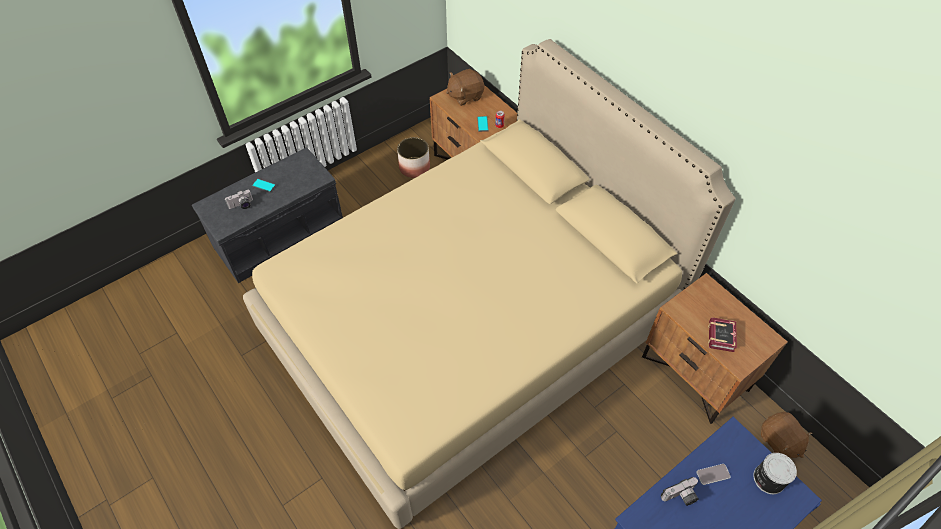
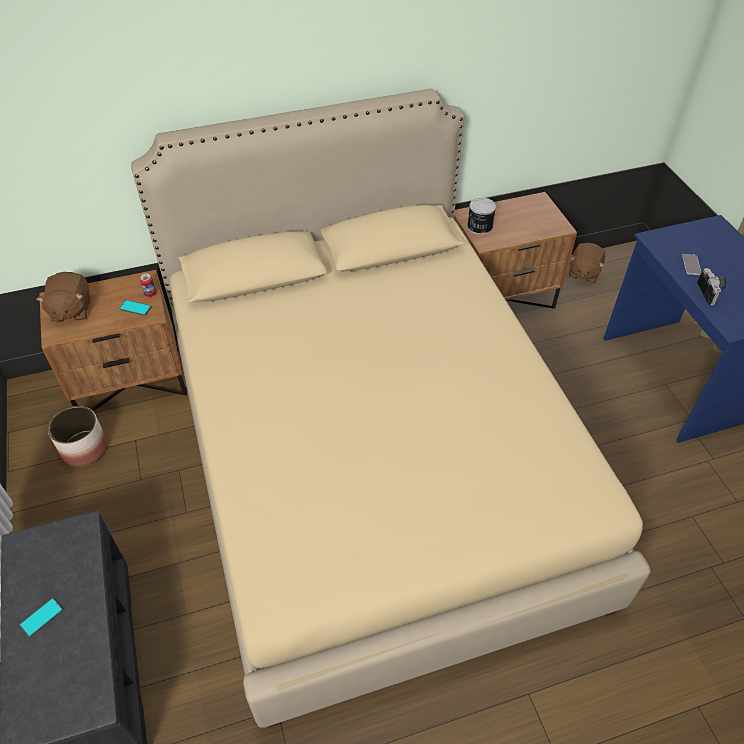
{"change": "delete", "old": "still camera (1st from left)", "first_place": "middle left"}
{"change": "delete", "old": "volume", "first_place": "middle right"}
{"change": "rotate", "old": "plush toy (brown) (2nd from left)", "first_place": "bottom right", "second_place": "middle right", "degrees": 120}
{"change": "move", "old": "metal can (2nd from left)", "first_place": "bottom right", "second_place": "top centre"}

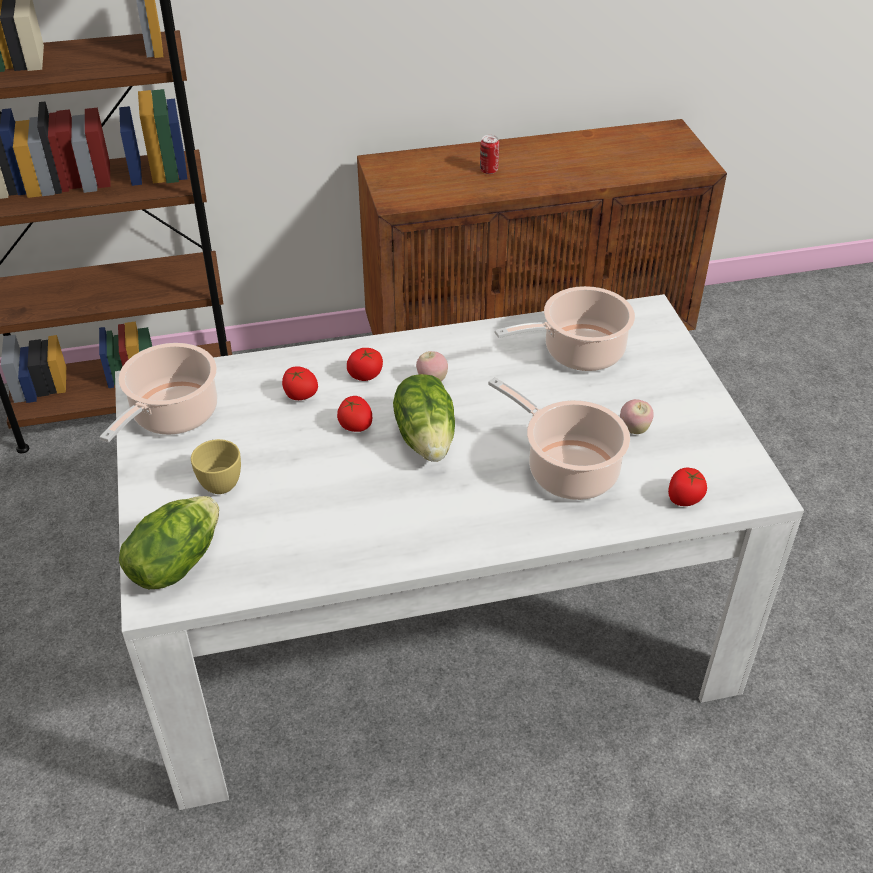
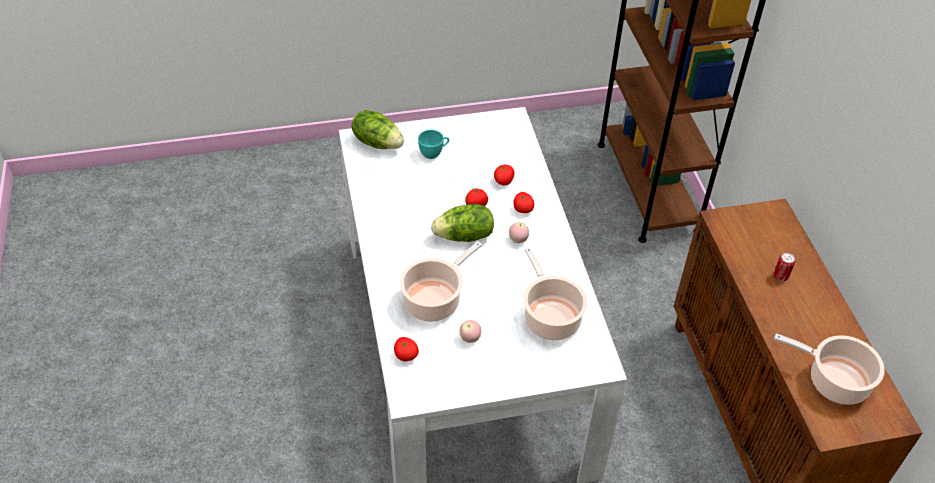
{"change": "move", "old": "stockpot (1st from left in the first image)", "new": "stockpot (3rd from left)", "first_place": "middle left", "second_place": "bottom right"}
{"change": "recolor", "old": "cup (yellow)", "new": "cup (turquoise)", "first_place": "middle left", "second_place": "top centre"}

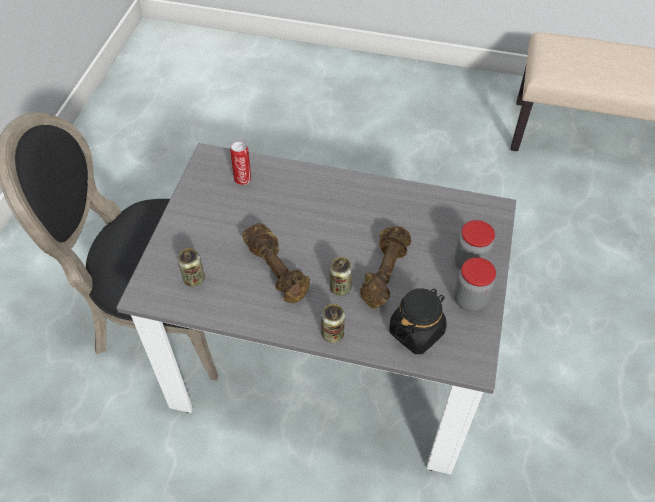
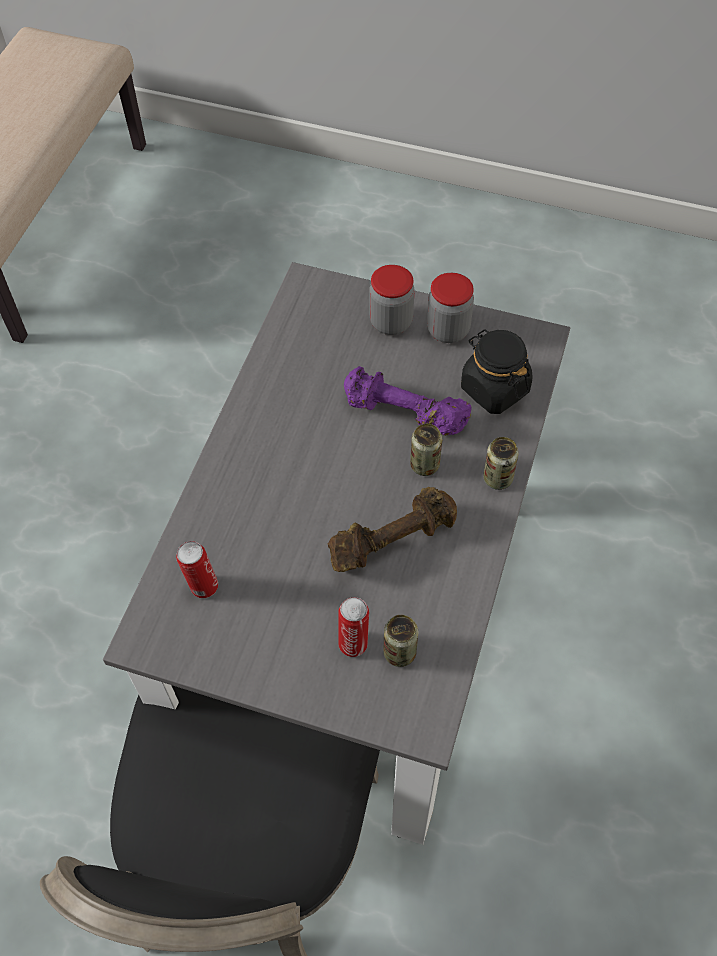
{"change": "recolor", "old": "hand weight (brown) (2nd from left)", "new": "hand weight (purplish)", "first_place": "centre", "second_place": "centre"}
{"change": "insert", "new": "metal can (2nd from left)", "second_place": "centre"}

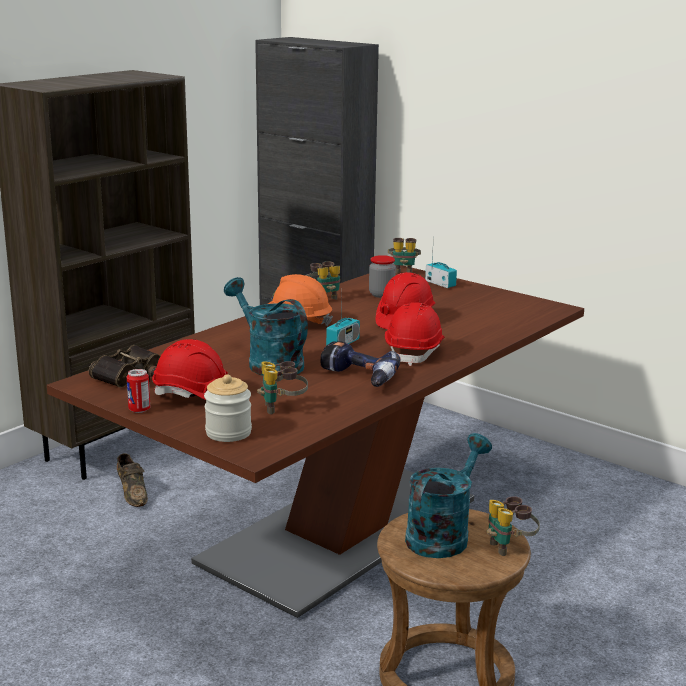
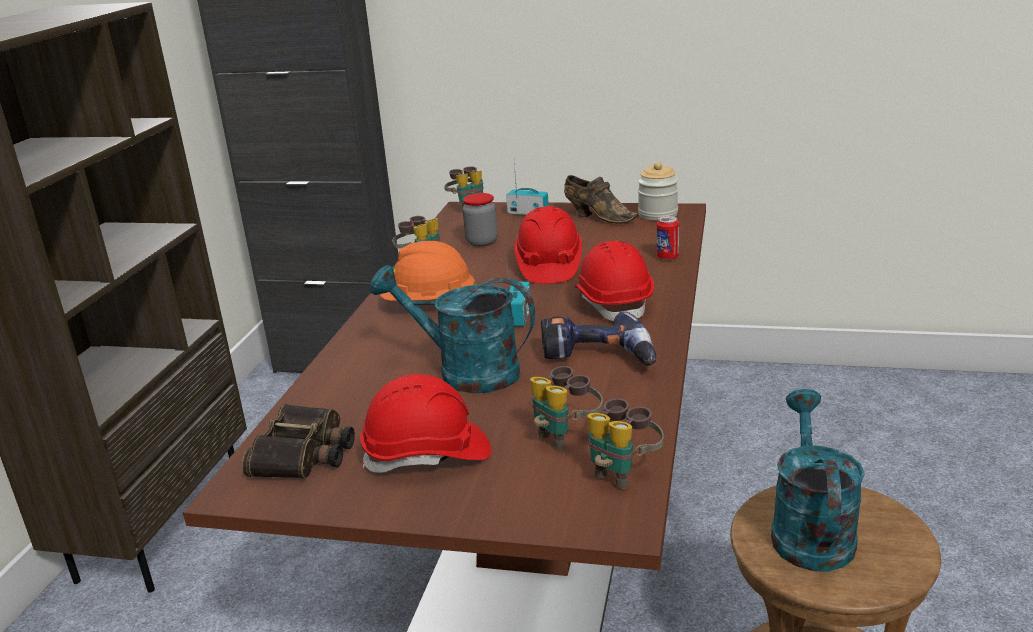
{"change": "move", "old": "metal can", "first_place": "middle left", "second_place": "centre"}
{"change": "move", "old": "preserve jar (1st from left in the first image)", "new": "preserve jar (2nd from left)", "first_place": "middle left", "second_place": "top centre"}
{"change": "move", "old": "shoe (brown)", "first_place": "bottom left", "second_place": "top centre"}
{"change": "move", "old": "field glasses (5th from left)", "first_place": "bottom right", "second_place": "bottom centre"}

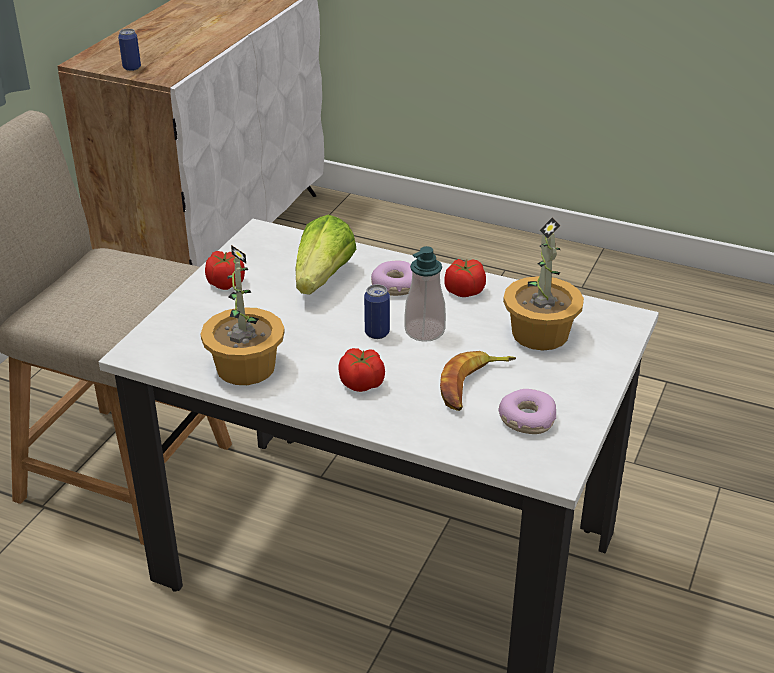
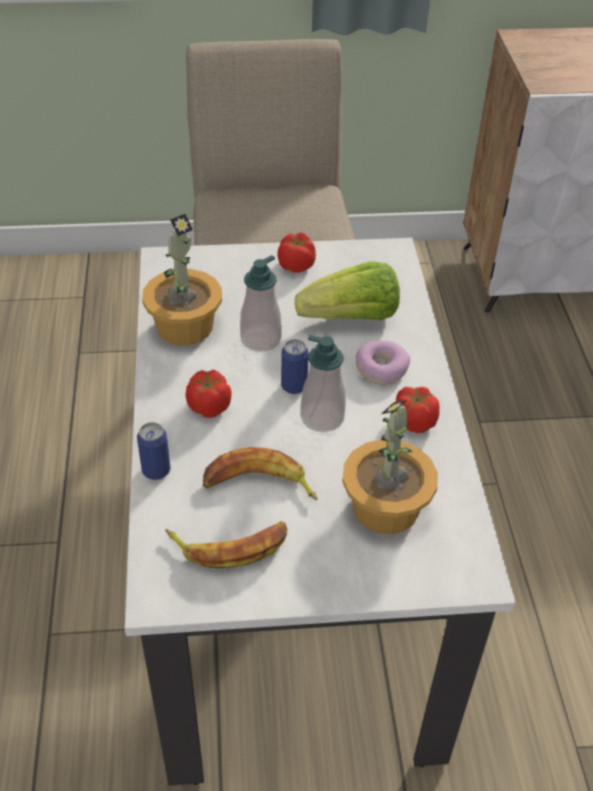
{"change": "move", "old": "metal can (1st from left)", "first_place": "top left", "second_place": "middle left"}
{"change": "replace", "old": "donut (2nd from left)", "new": "banana fruit (1st from left)", "first_place": "middle right", "second_place": "bottom centre"}
{"change": "insert", "new": "liquid soap bottle (1st from left)", "second_place": "centre"}

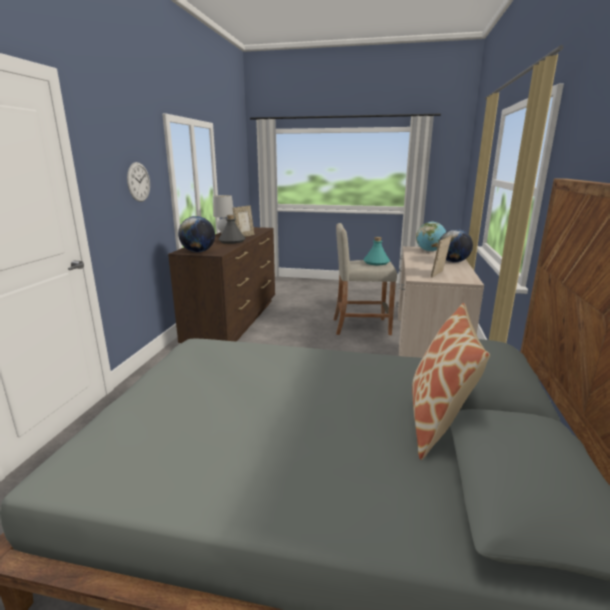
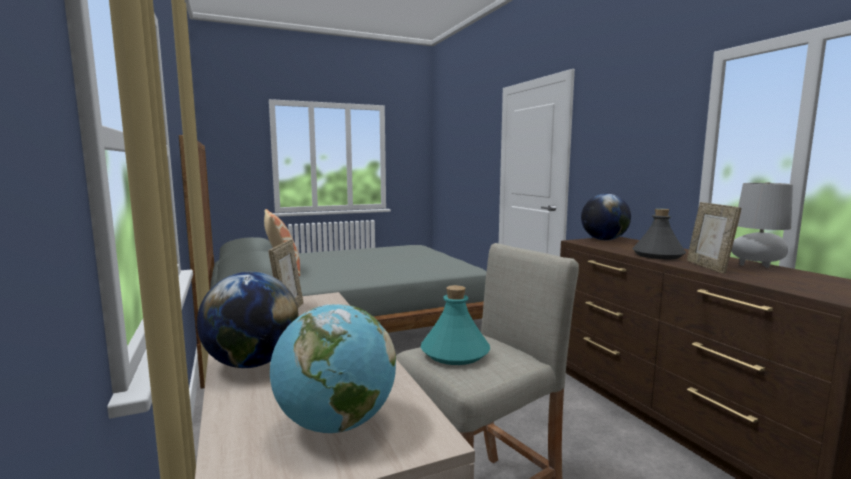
{"change": "delete", "old": "wall clock", "first_place": "top left"}

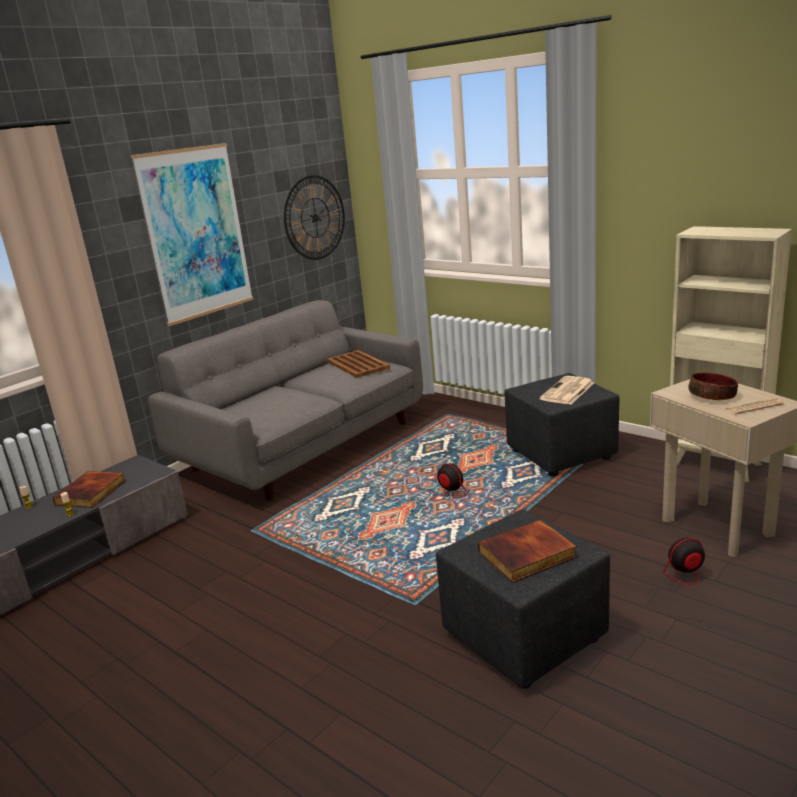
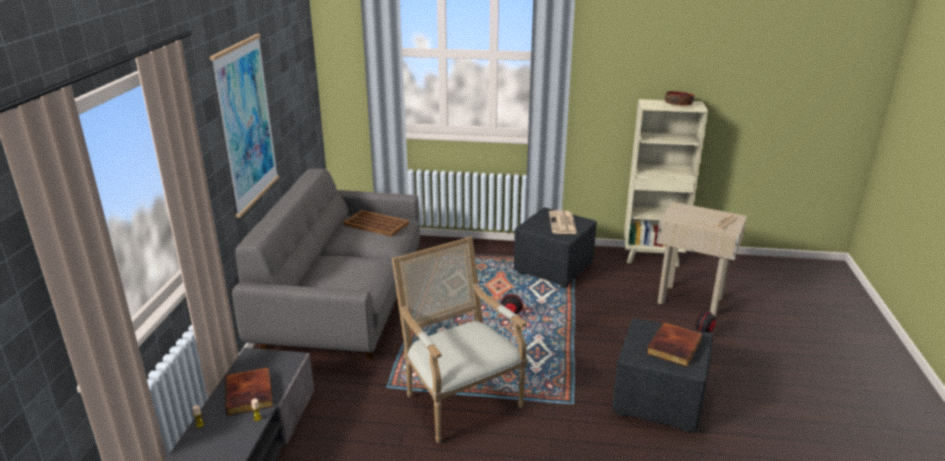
{"change": "delete", "old": "wall clock", "first_place": "top centre"}
{"change": "move", "old": "bowl", "first_place": "middle right", "second_place": "top right"}
{"change": "insert", "new": "easy chair", "second_place": "bottom centre"}

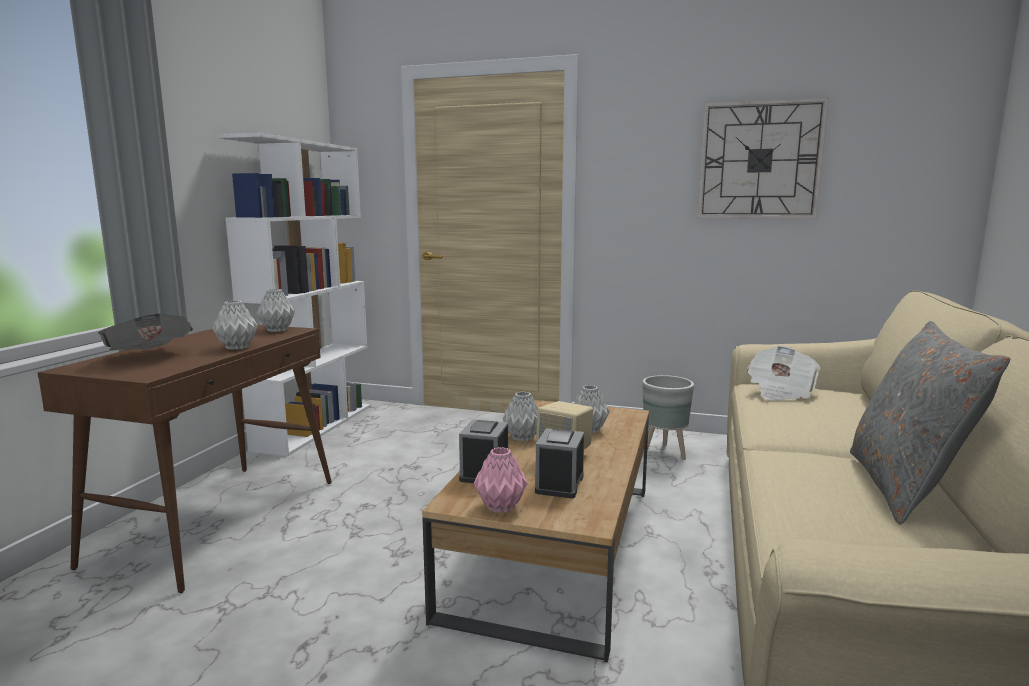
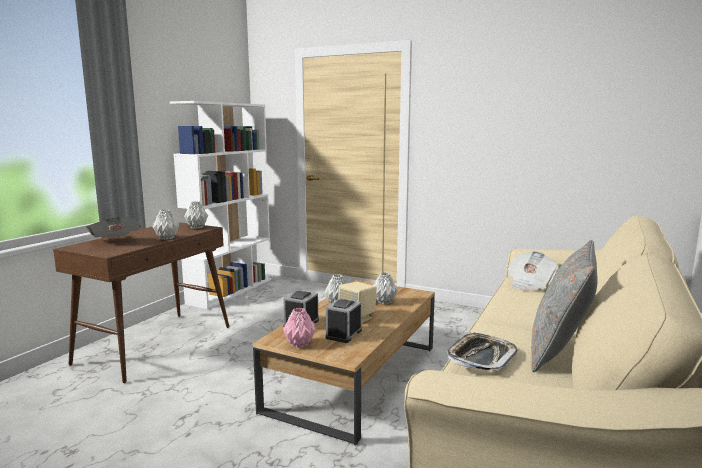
{"change": "delete", "old": "wall clock", "first_place": "top right"}
{"change": "delete", "old": "planter (greyish)", "first_place": "centre"}
{"change": "insert", "new": "tray", "second_place": "bottom right"}

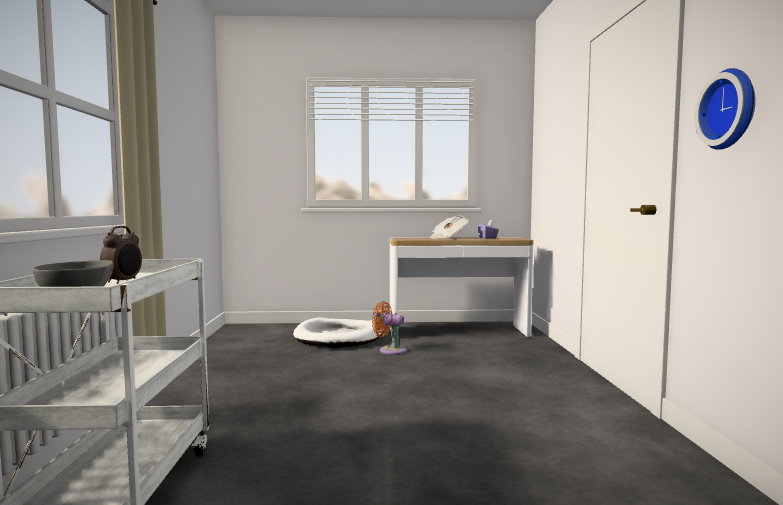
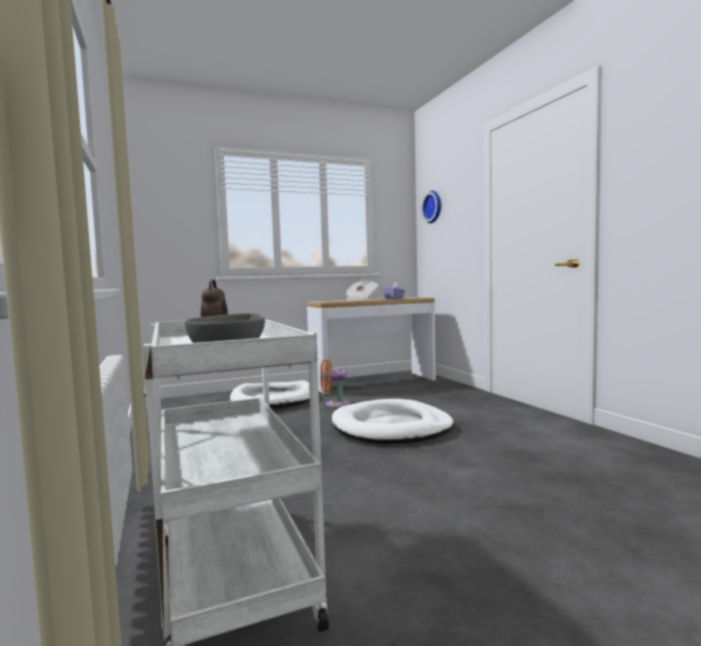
{"change": "move", "old": "wall clock", "first_place": "top right", "second_place": "top centre"}
{"change": "insert", "new": "dog cushion (white-coloured) (2nd from left)", "second_place": "centre"}

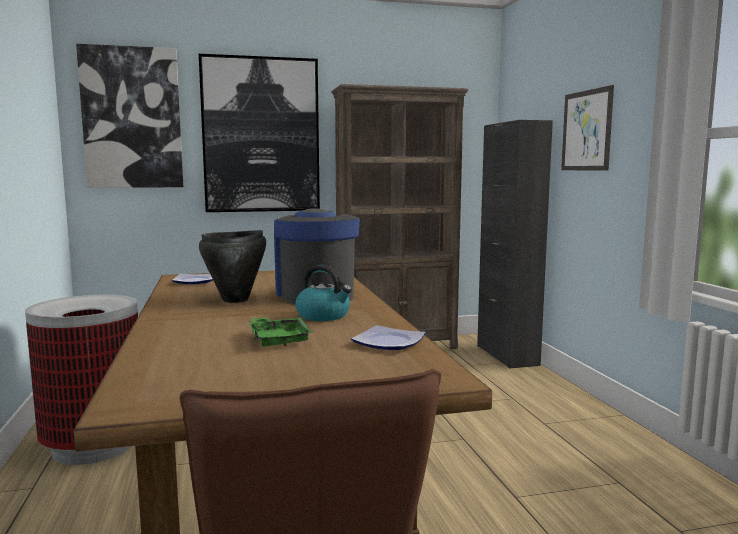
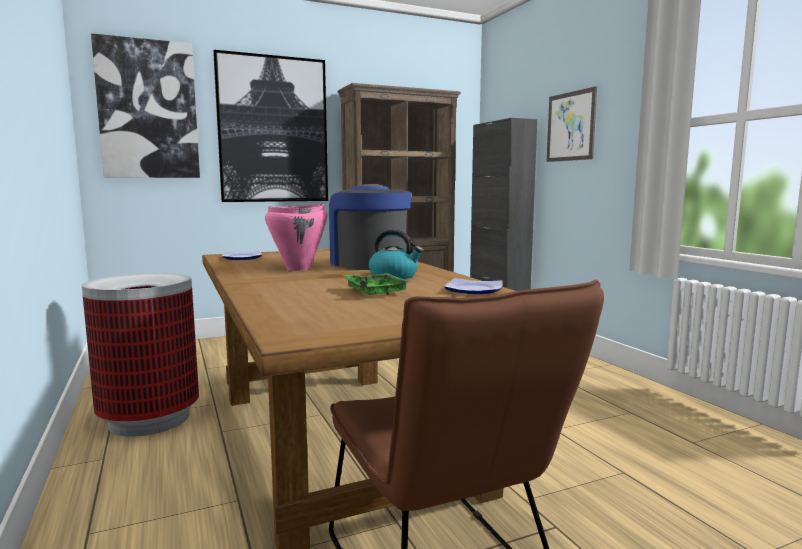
{"change": "recolor", "old": "stockpot (black-coloured)", "new": "stockpot (pinkish)", "first_place": "middle left", "second_place": "centre"}

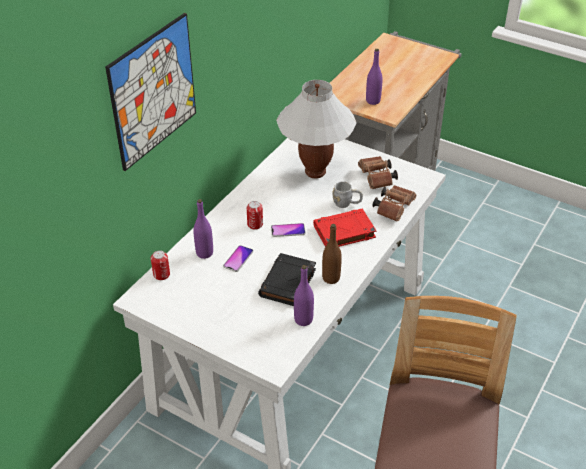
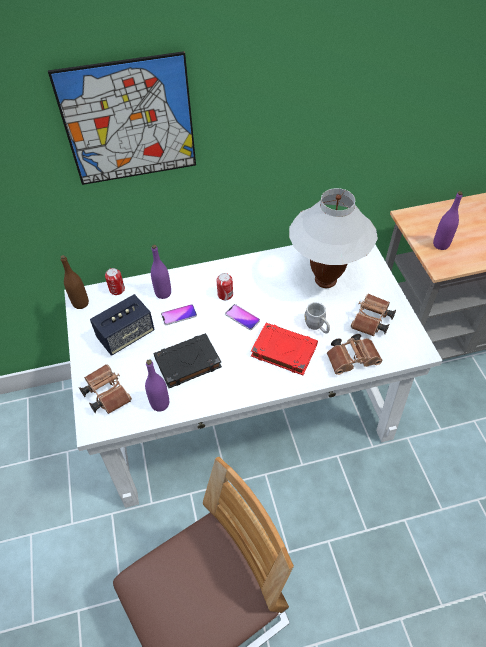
{"change": "move", "old": "drink bottle (brown)", "first_place": "centre", "second_place": "middle left"}
{"change": "insert", "new": "speaker", "second_place": "middle left"}
{"change": "insert", "new": "field glasses (brown) (1st from left)", "second_place": "middle left"}

